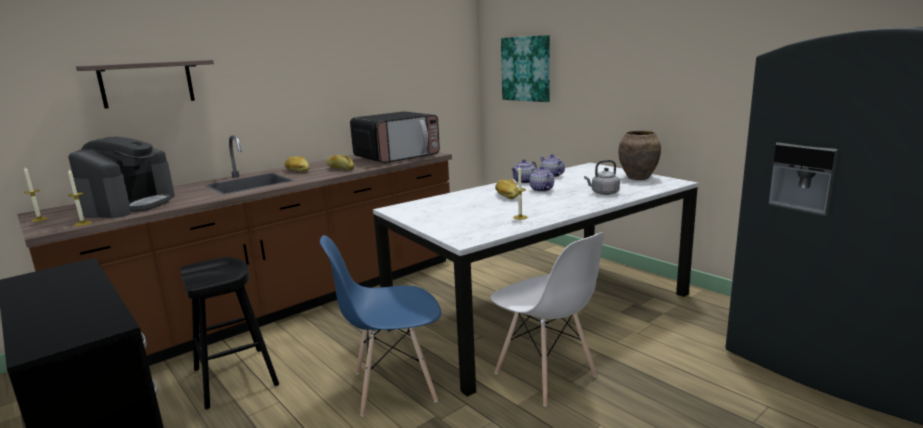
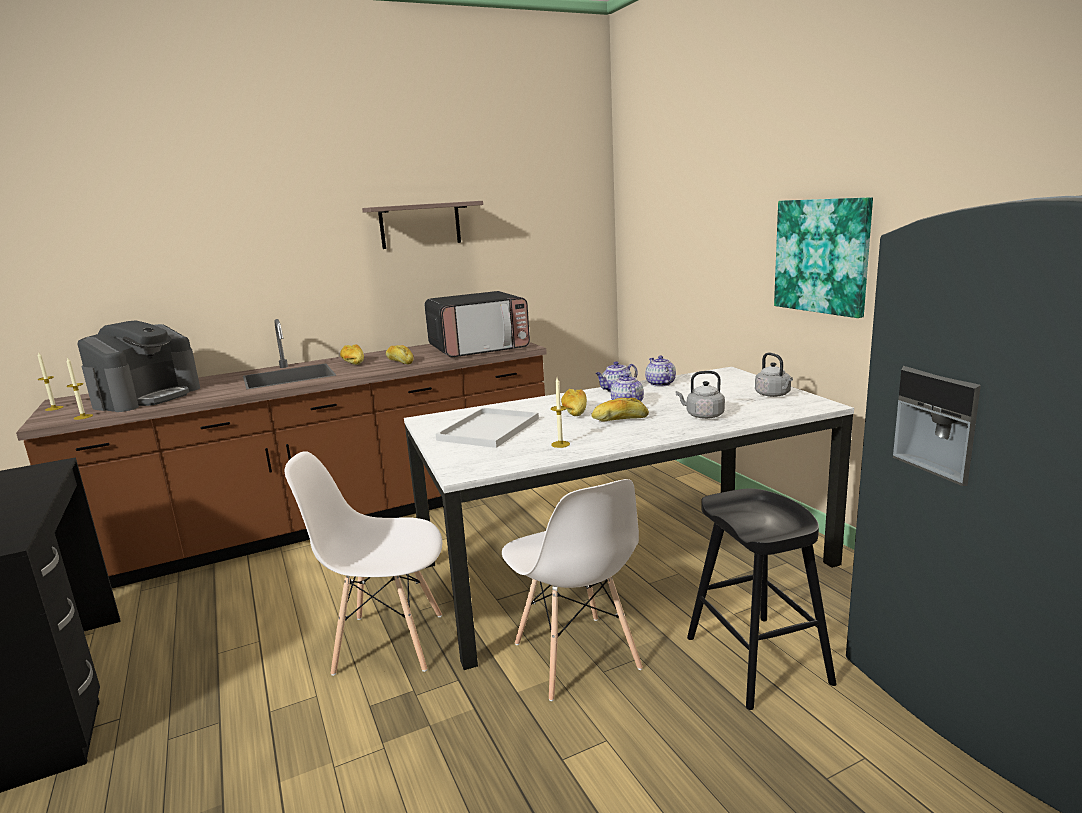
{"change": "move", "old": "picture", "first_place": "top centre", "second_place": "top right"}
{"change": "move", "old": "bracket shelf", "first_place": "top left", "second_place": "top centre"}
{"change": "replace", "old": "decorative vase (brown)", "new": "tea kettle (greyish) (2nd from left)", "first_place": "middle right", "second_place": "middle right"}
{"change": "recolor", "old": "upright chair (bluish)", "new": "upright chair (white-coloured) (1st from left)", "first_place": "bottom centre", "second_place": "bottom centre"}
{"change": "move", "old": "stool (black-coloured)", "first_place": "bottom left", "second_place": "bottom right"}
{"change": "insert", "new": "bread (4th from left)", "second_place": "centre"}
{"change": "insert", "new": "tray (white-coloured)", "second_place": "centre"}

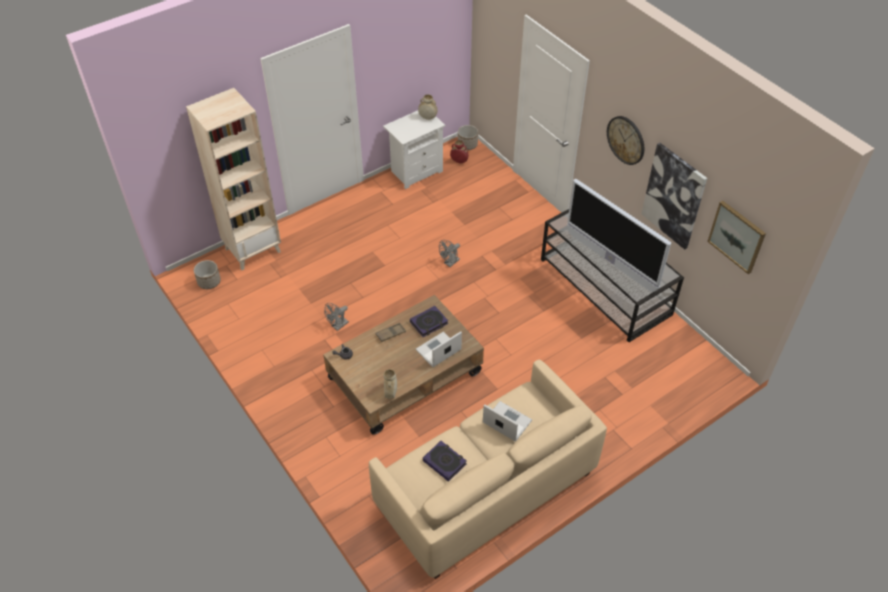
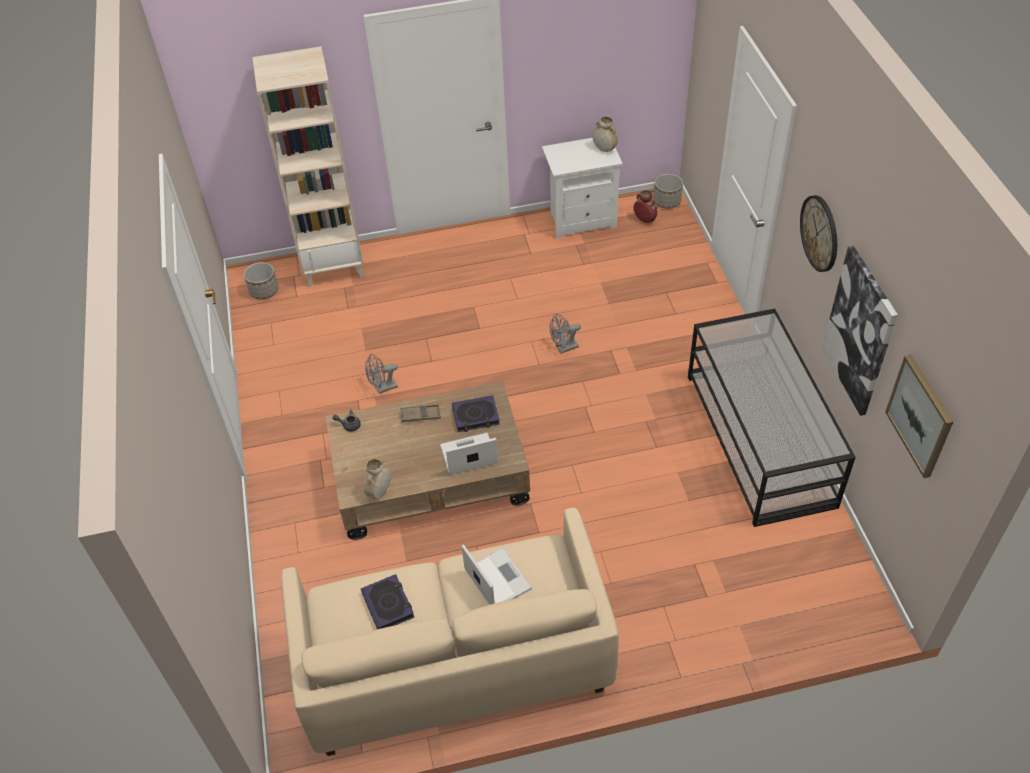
{"change": "delete", "old": "TV set", "first_place": "middle right"}

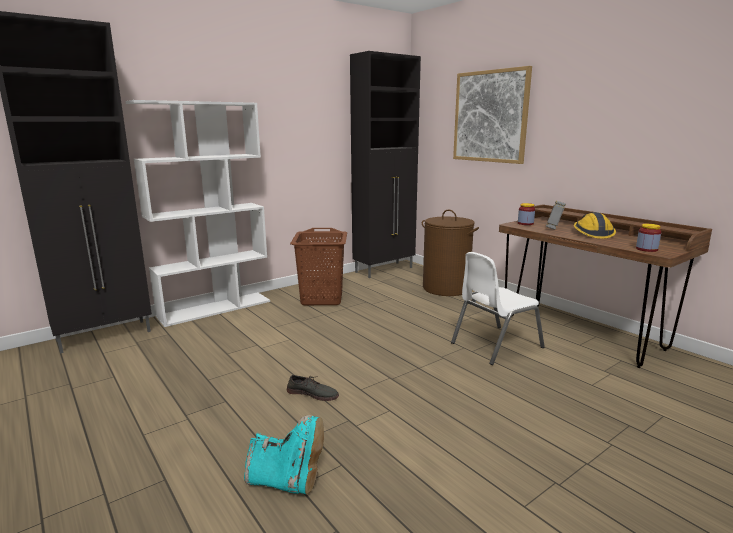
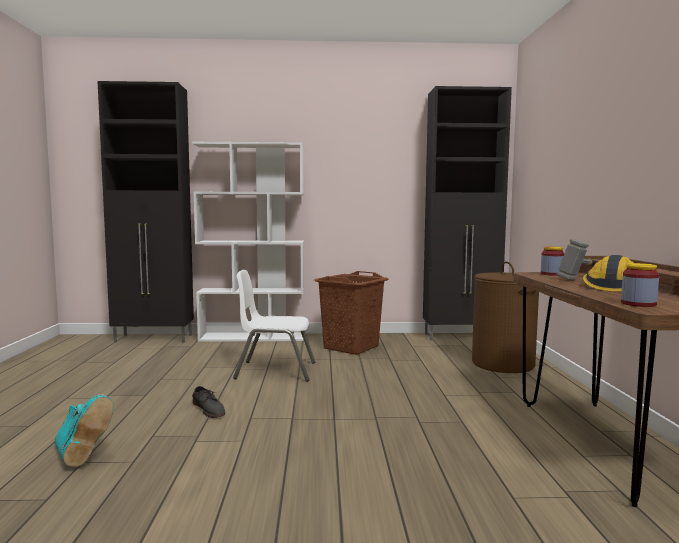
{"change": "delete", "old": "picture", "first_place": "top right"}
{"change": "move", "old": "upright chair (white-coloured)", "first_place": "middle right", "second_place": "centre"}

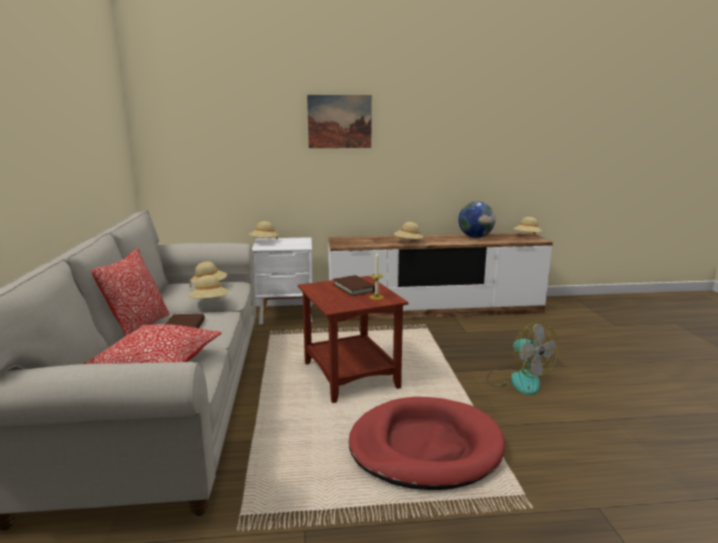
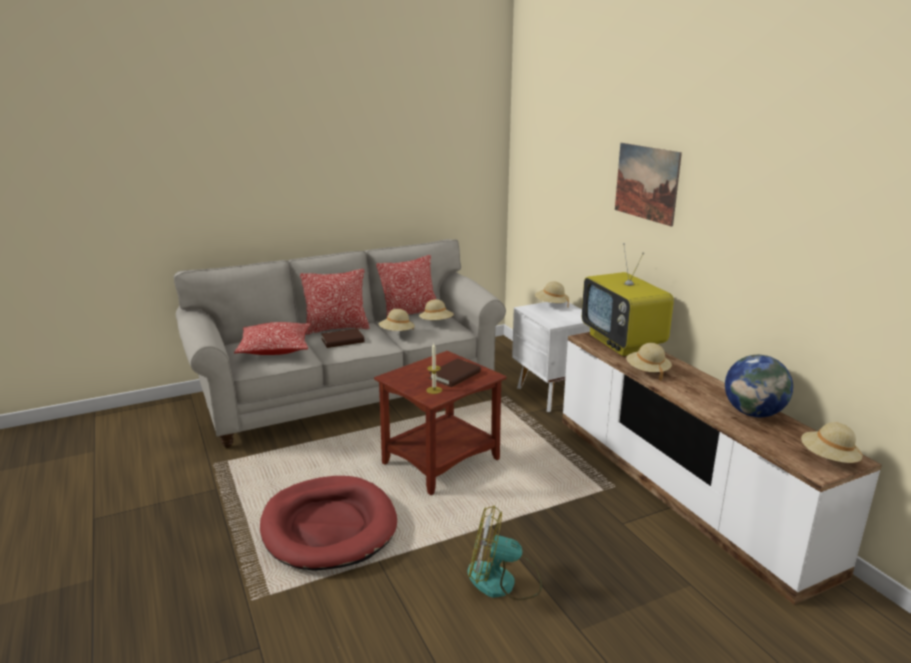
{"change": "rotate", "old": "electric fan", "first_place": "middle right", "second_place": "bottom centre", "degrees": 60}
{"change": "insert", "new": "TV set", "second_place": "middle right"}
{"change": "insert", "new": "cushion (3rd from left)", "second_place": "centre"}

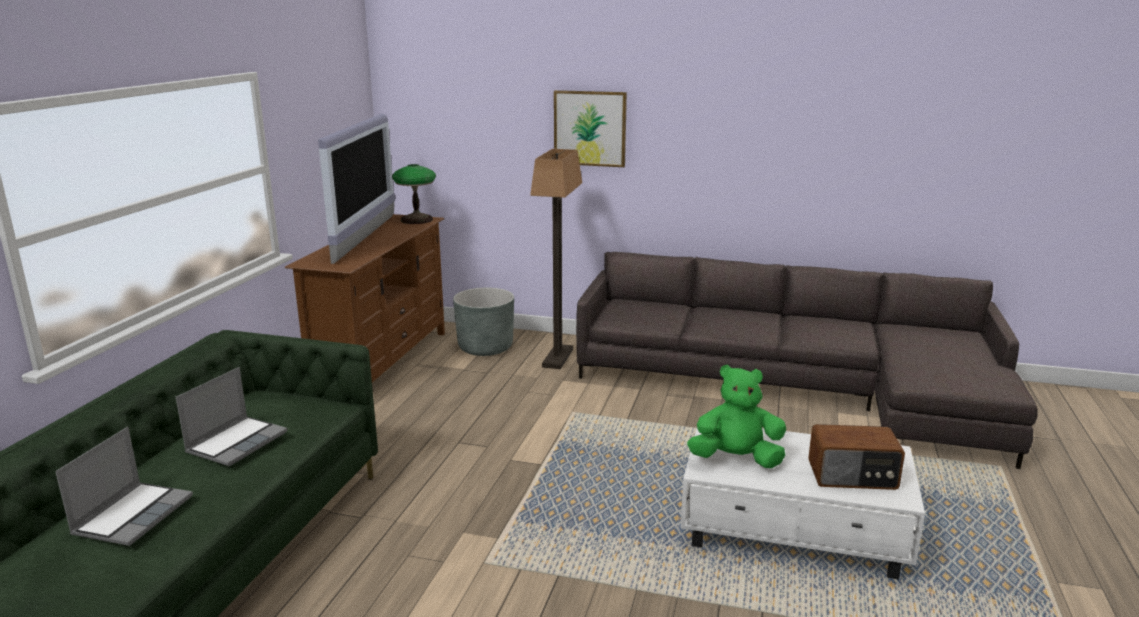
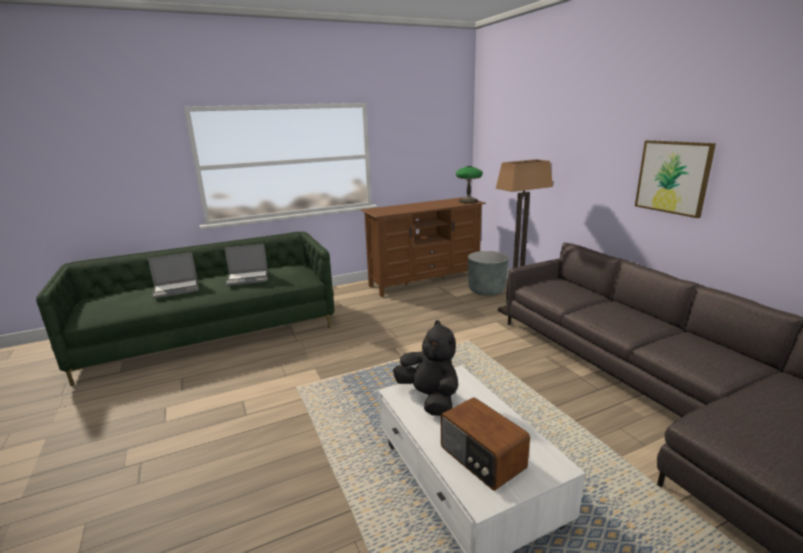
{"change": "move", "old": "picture", "first_place": "top centre", "second_place": "top right"}
{"change": "delete", "old": "TV set", "first_place": "top left"}
{"change": "recolor", "old": "plush toy (green)", "new": "plush toy (black-coloured)", "first_place": "bottom centre", "second_place": "centre"}

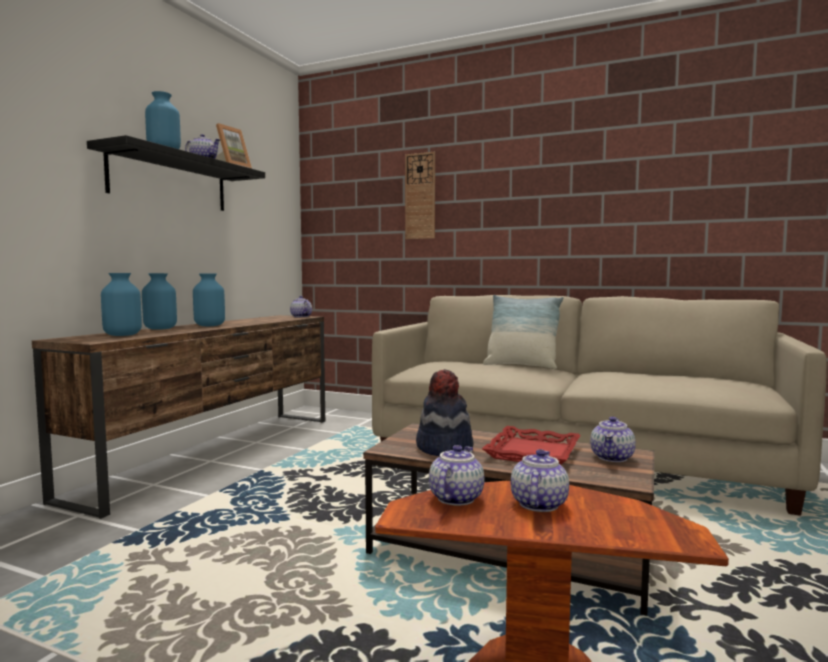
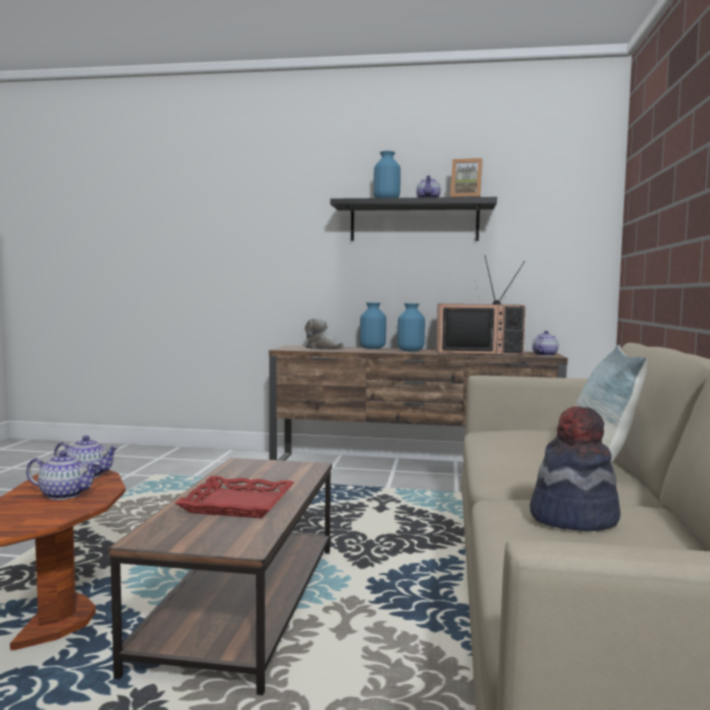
{"change": "delete", "old": "wall clock", "first_place": "top centre"}
{"change": "replace", "old": "decorative vase (bluish) (1st from left)", "new": "plush toy", "first_place": "middle left", "second_place": "centre"}
{"change": "move", "old": "clothing hat", "first_place": "centre", "second_place": "middle right"}
{"change": "delete", "old": "tea pot (5th from left)", "first_place": "middle right"}
{"change": "insert", "new": "TV set", "second_place": "middle right"}

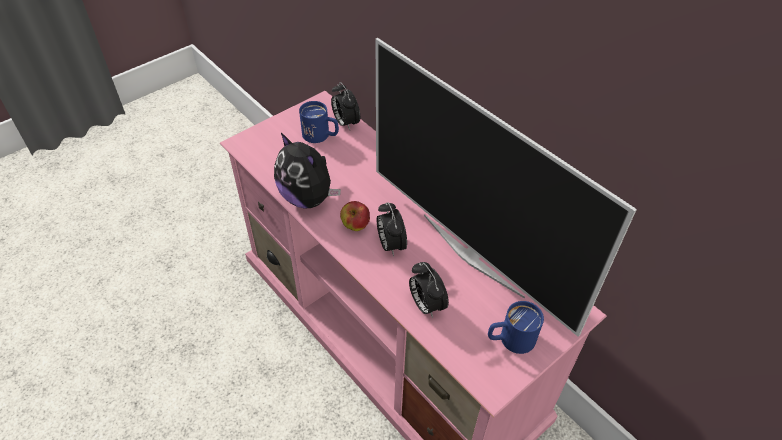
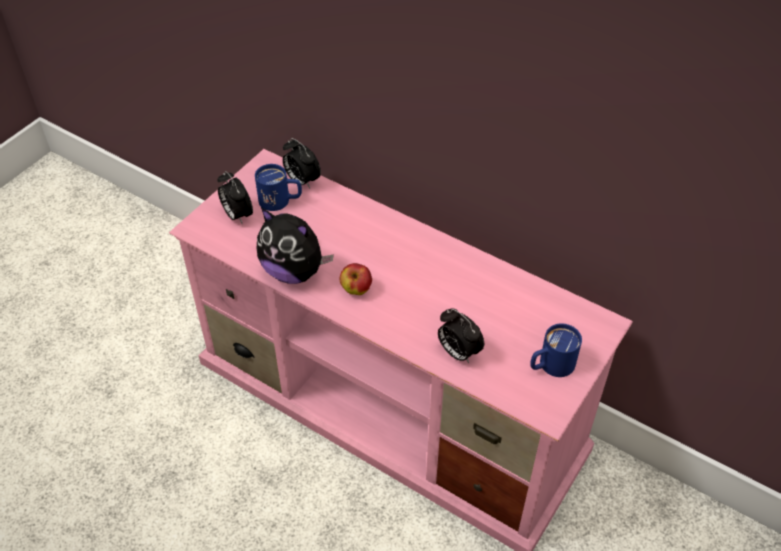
{"change": "delete", "old": "TV set", "first_place": "centre"}
{"change": "move", "old": "bedside clock (2nd from left in the first image)", "new": "bedside clock (1st from left)", "first_place": "centre", "second_place": "middle left"}

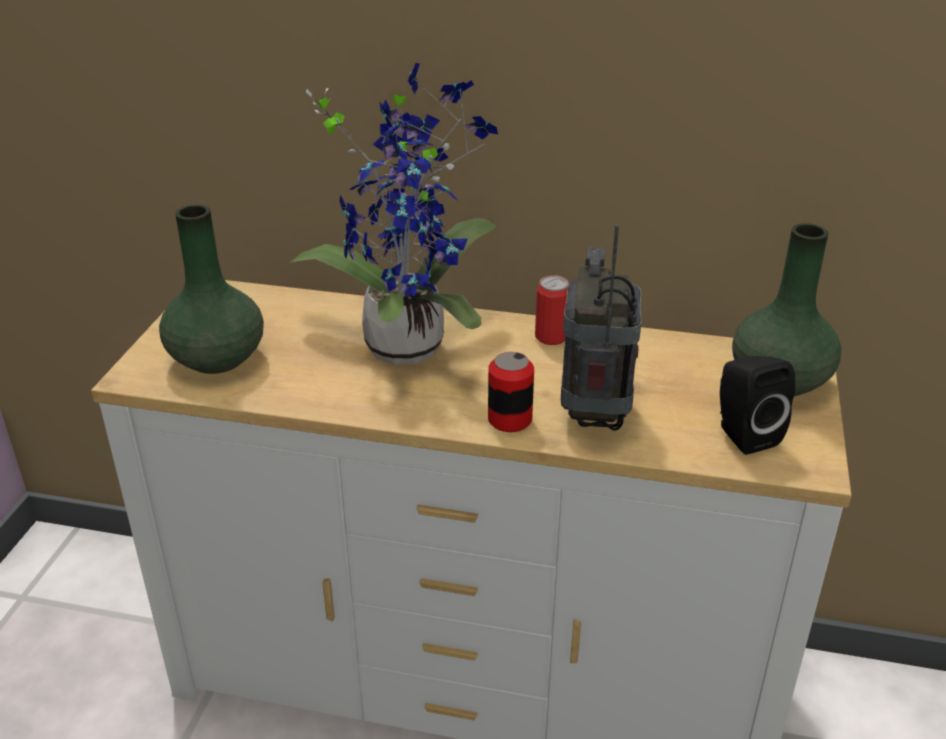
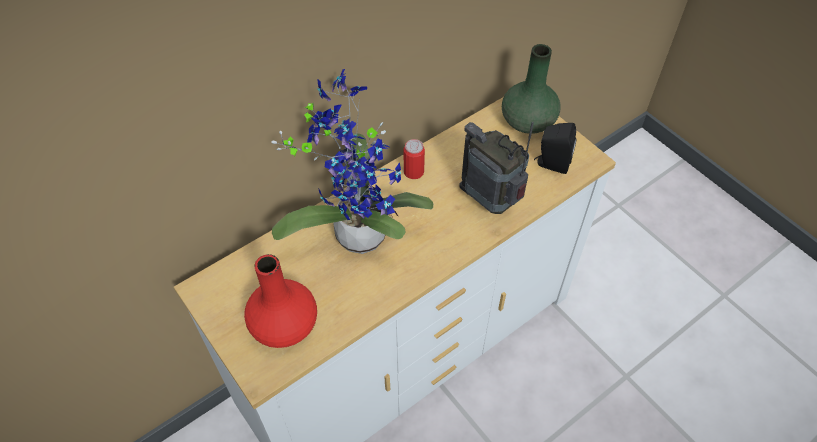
{"change": "recolor", "old": "decorative vase (green) (1st from left)", "new": "decorative vase (red-coloured)", "first_place": "middle left", "second_place": "bottom centre"}
{"change": "delete", "old": "metal can (1st from left)", "first_place": "centre"}

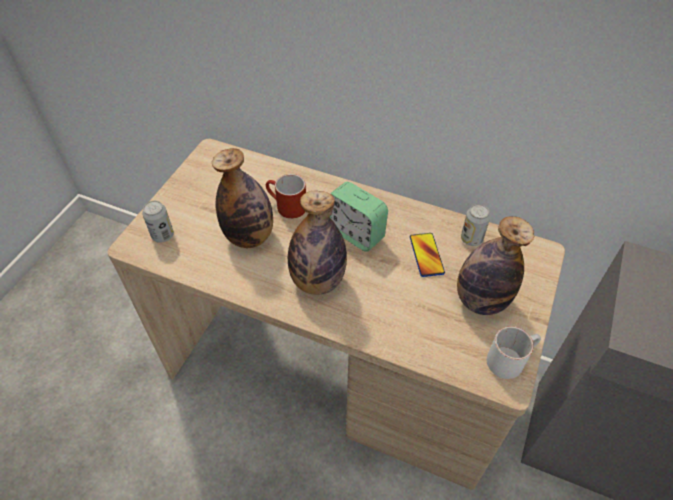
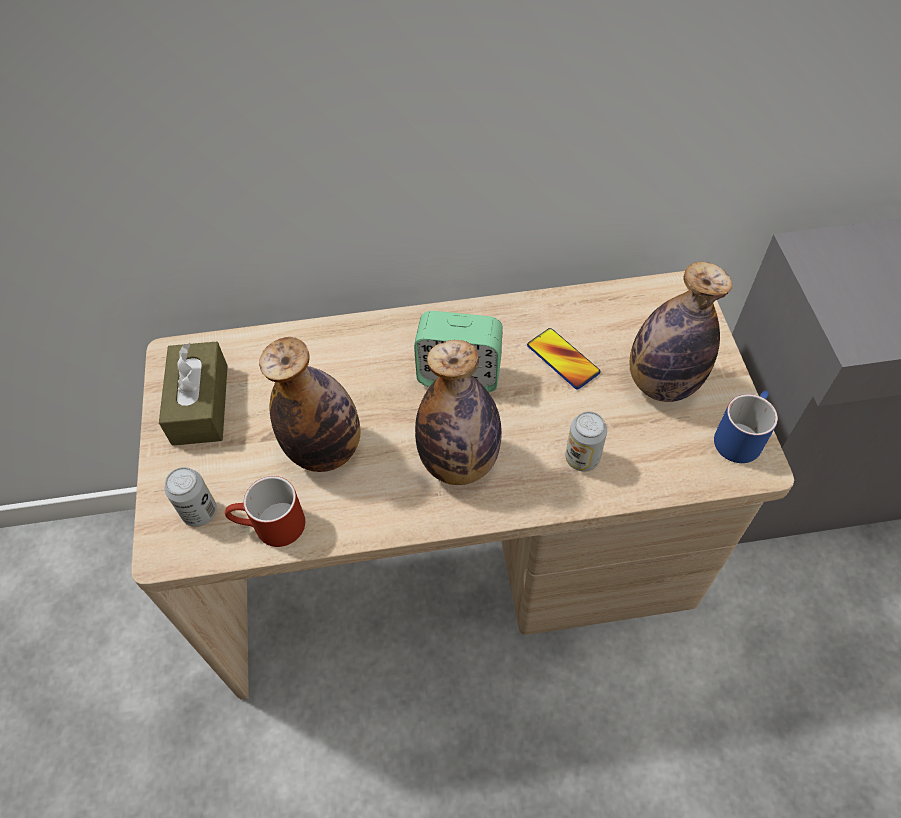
{"change": "move", "old": "coffee mug (red-coloured)", "first_place": "centre", "second_place": "middle left"}
{"change": "move", "old": "metal can (2nd from left)", "first_place": "middle right", "second_place": "centre"}
{"change": "recolor", "old": "coffee mug (white-coloured)", "new": "coffee mug (bluish)", "first_place": "bottom right", "second_place": "middle right"}
{"change": "insert", "new": "tissue holder (brown)", "second_place": "middle left"}

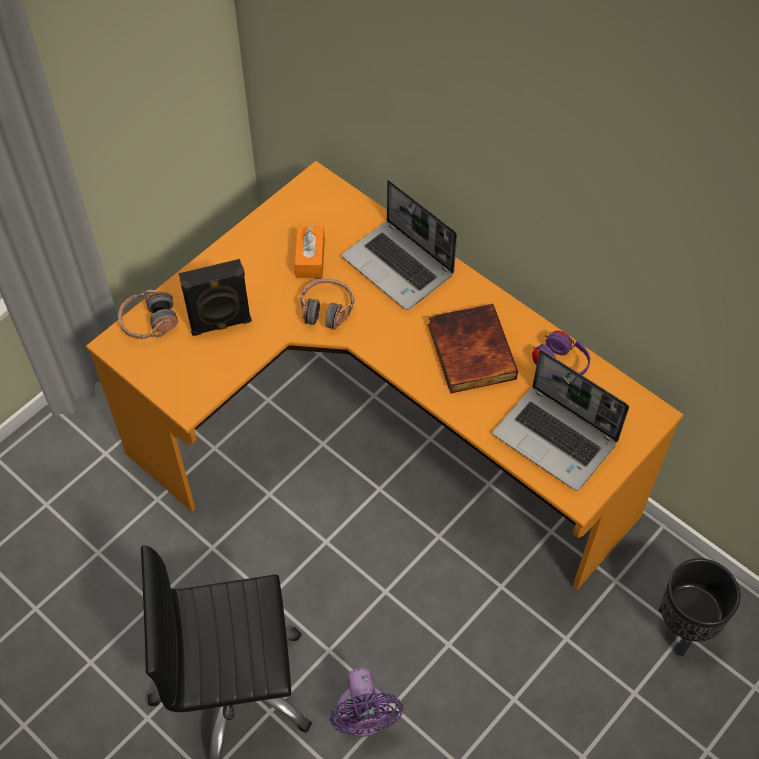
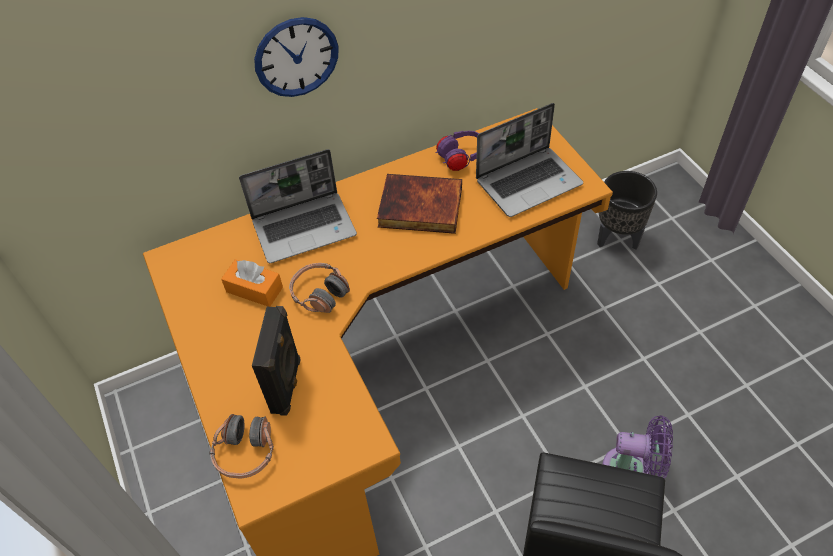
{"change": "insert", "new": "wall clock", "second_place": "top centre"}

